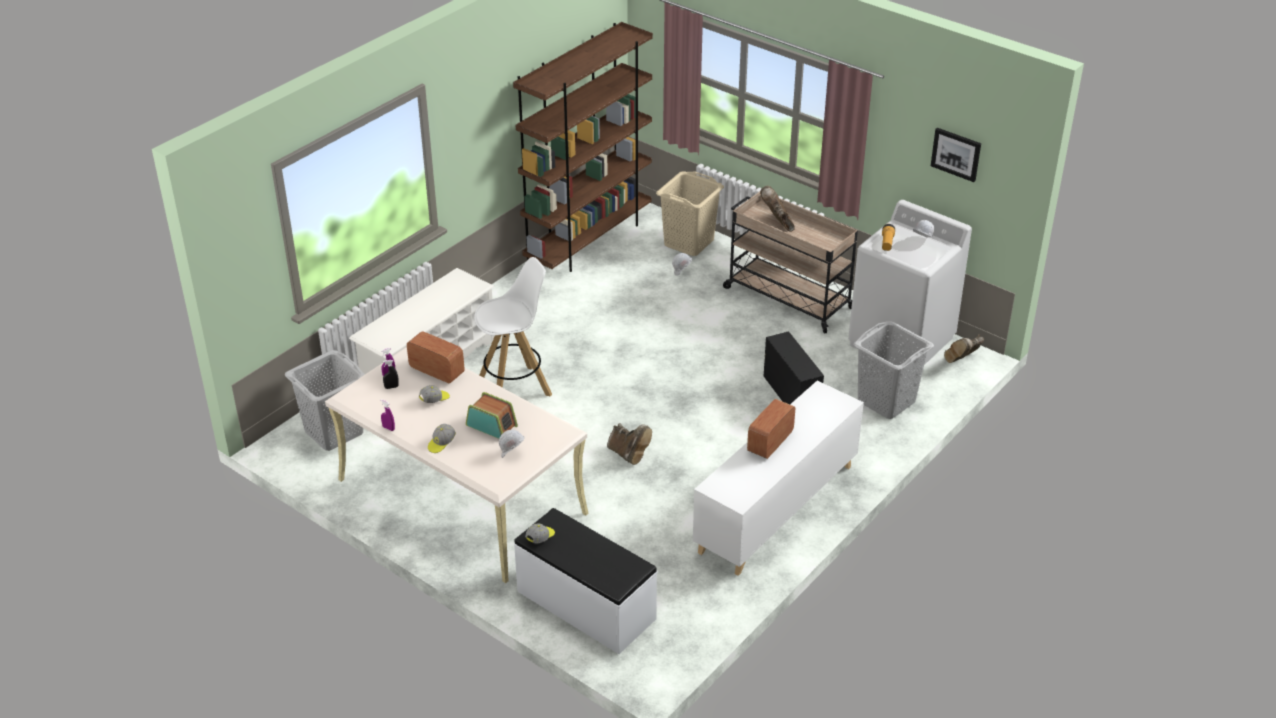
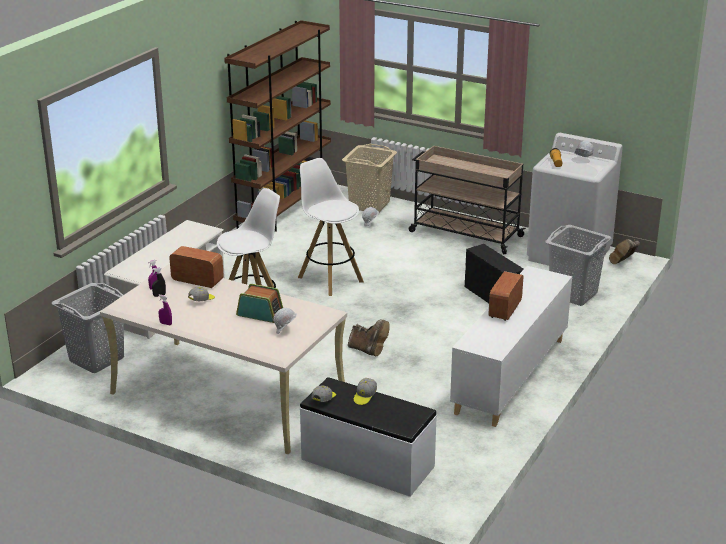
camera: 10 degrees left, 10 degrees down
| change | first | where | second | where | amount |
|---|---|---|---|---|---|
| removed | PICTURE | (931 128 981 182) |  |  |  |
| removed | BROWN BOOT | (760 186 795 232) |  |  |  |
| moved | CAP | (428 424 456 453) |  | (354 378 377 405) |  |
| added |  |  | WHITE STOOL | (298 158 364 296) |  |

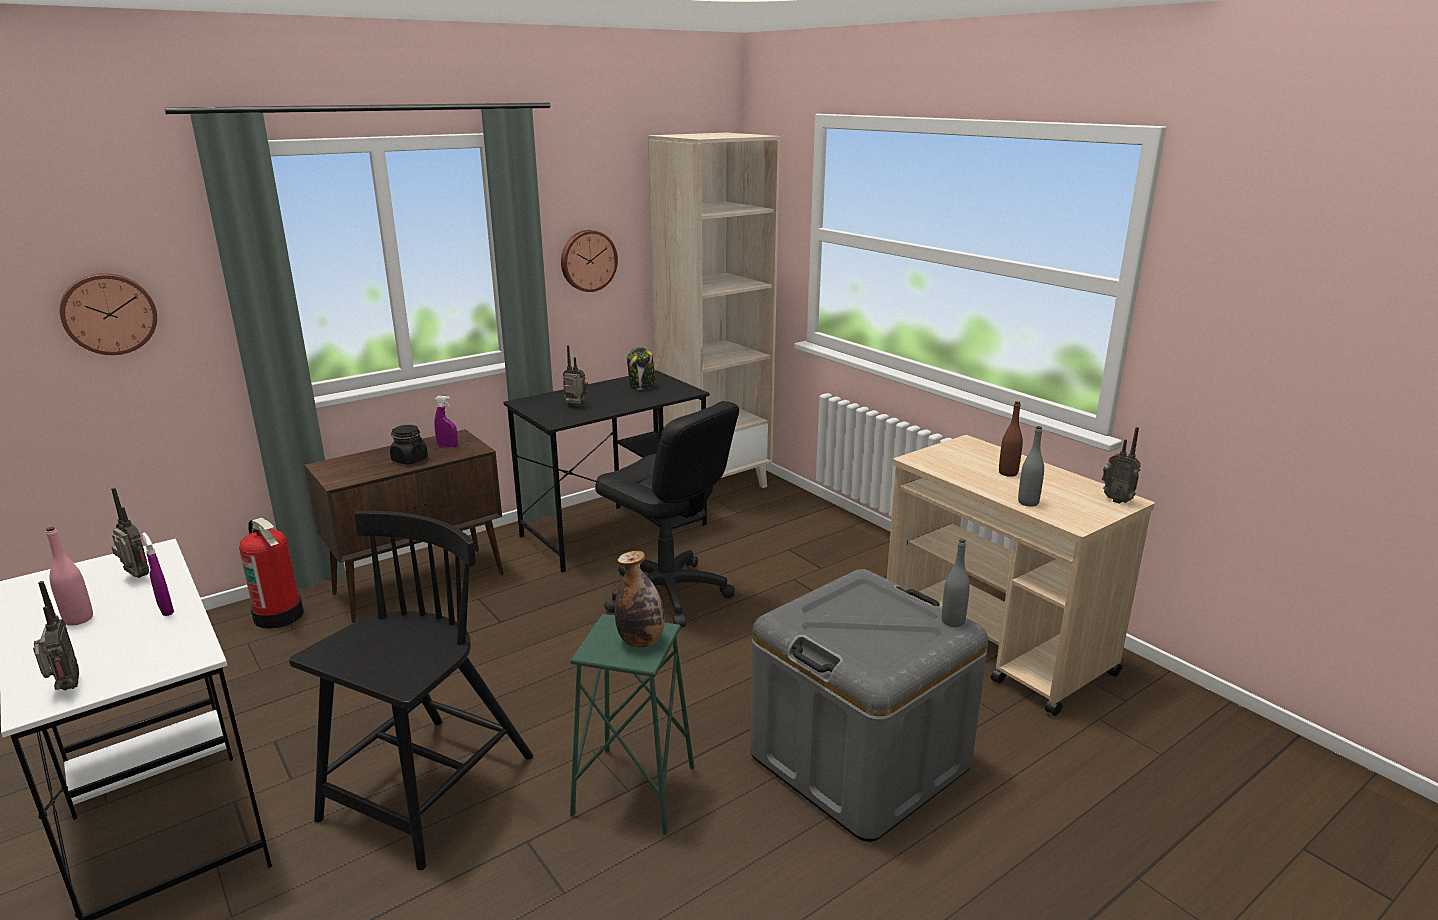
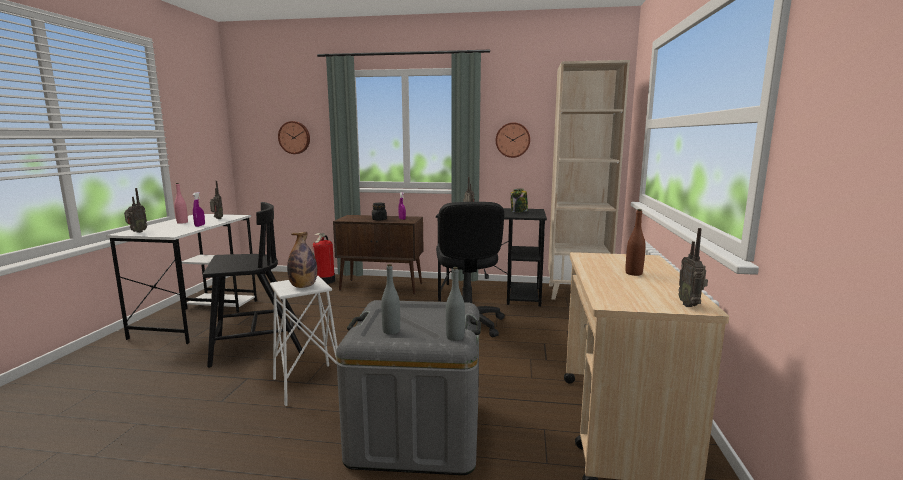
camera: 45 degrees right, 10 degrees down
| change | first | where | second | where | amount |
|---|---|---|---|---|---|
| moved | GREY BOTTLE | (1018 426 1044 507) |  | (381 264 400 335) |  |
| recoloured | GREEN STOOL | (570 614 694 835) | WHITE STOOL | (270 276 338 406) |  |

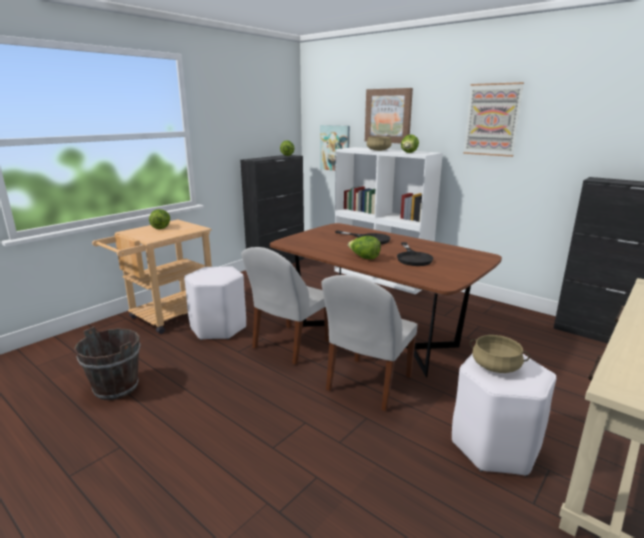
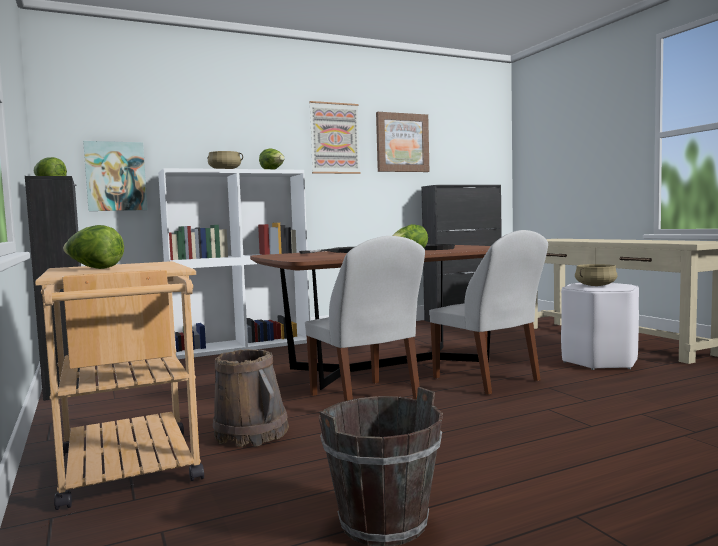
camera: 65 degrees left, 15 degrees down
| change | first | where | second | where | amount |
|---|---|---|---|---|---|
| moved | PICTURE | (365 88 413 143) |  | (376 112 430 172) |  |
| replaced | WHITE STOOL | (184 266 246 340) | BROWN BUCKET | (213 349 289 447) |  |

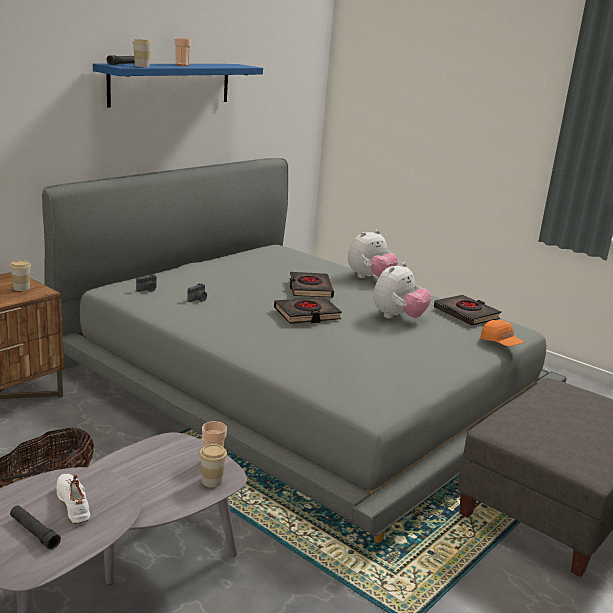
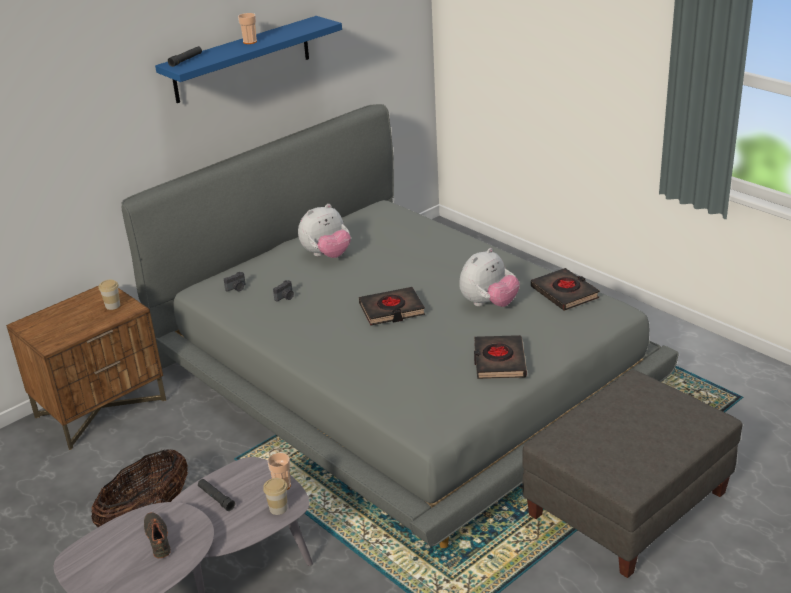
camera: 10 degrees right, 10 degrees up
| change | first | where | second | where | amount |
|---|---|---|---|---|---|
| removed | CUP | (132 39 152 67) |  |  |  |
| moved | PLUSH TOY | (348 230 398 278) |  | (298 204 351 258) |  |
| moved | BLACK BOOK | (290 272 334 298) |  | (474 335 527 379) |  |
| removed | ORANGE CAP | (481 320 524 346) |  |  |  |
| recoloured | WHITE SHOE | (57 474 90 524) | BLACK SHOE | (144 512 171 558) |  |
| moved | BLACK FLASHLIGHT | (10 506 61 550) |  | (198 479 235 511) |  |

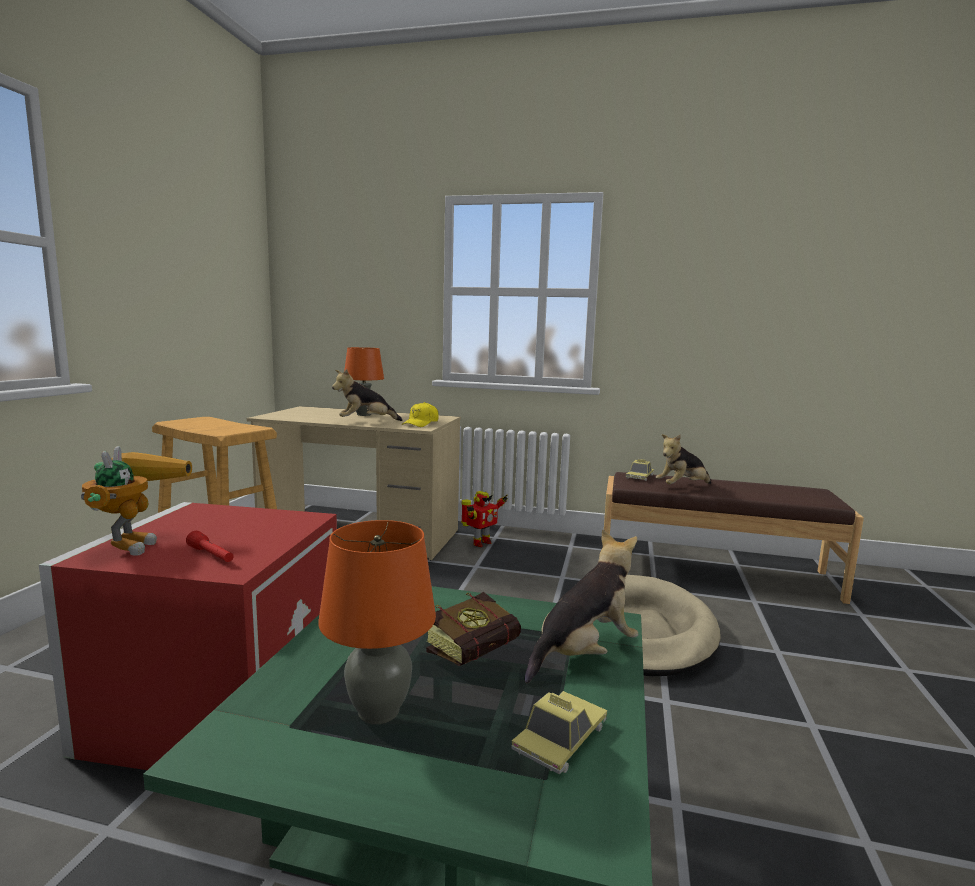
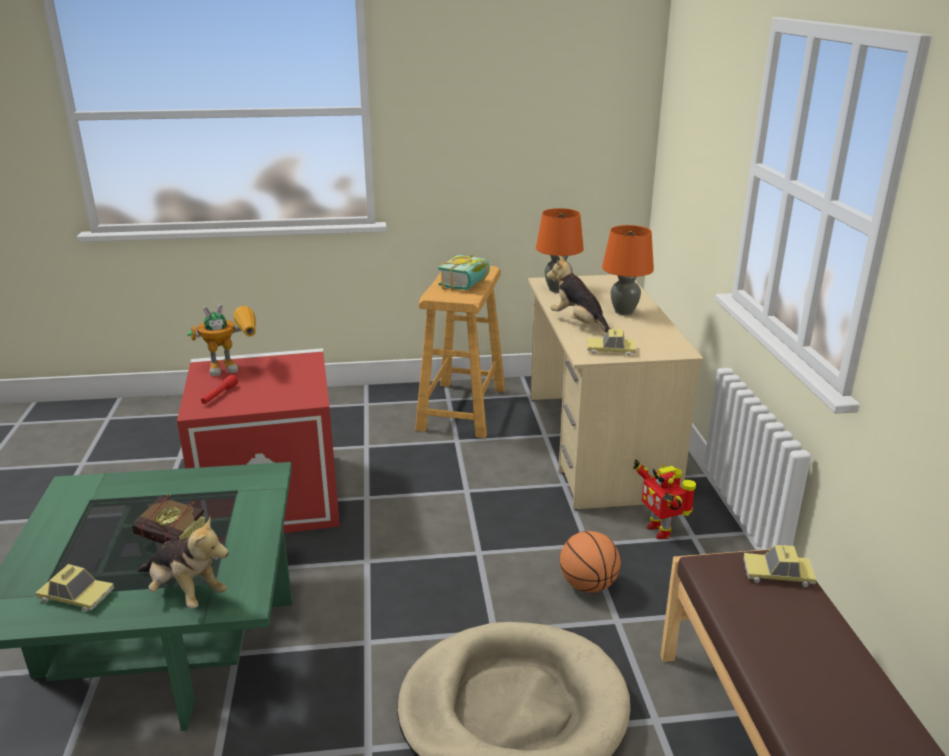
camera: 70 degrees right, 15 degrees up
| change | first | where | second | where | amount |
|---|---|---|---|---|---|
| replaced | YELLOW CAP | (402 402 439 427) | TOY CAR | (587 327 636 356) |  |
| removed | PLUSH TOY | (656 434 711 484) |  |  |  |
| turned | TOY ROBOT | (461 491 508 547) |  | (633 459 696 539) | 45 degrees clockwise |
| moved | ORANGE TABLE LAMP | (318 520 436 724) |  | (536 208 584 293) |  |
| added |  |  | BOOK | (438 255 490 290) |  |
| added |  |  | BASKETBALL | (560 531 621 593) |  |

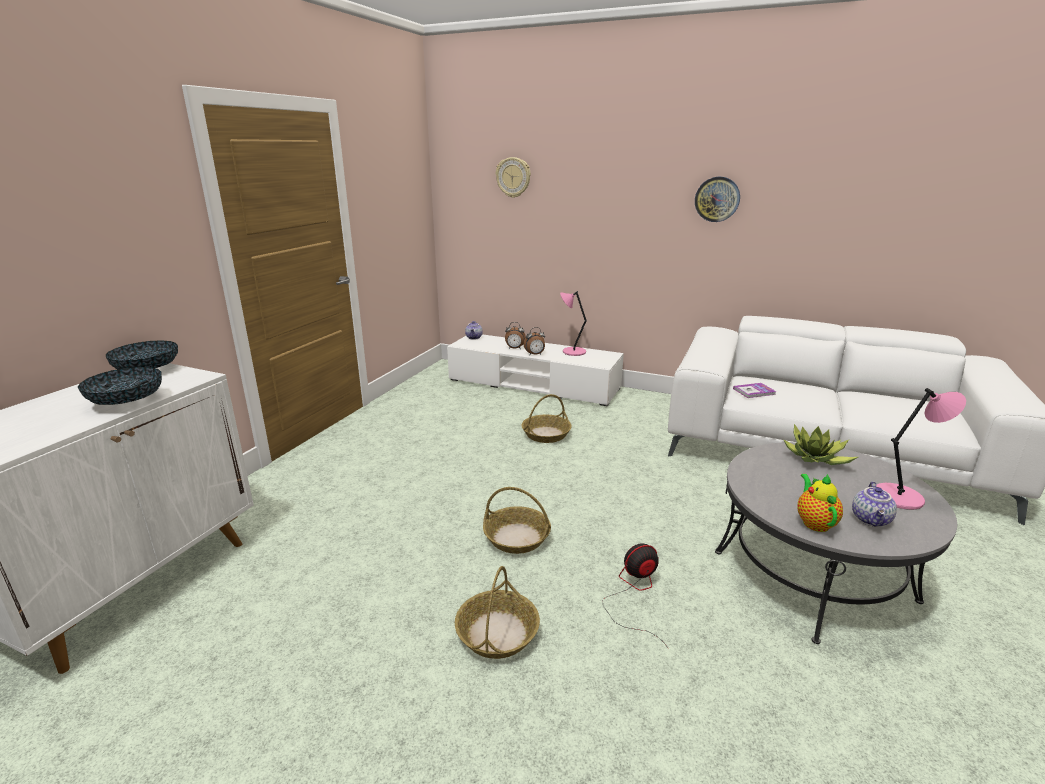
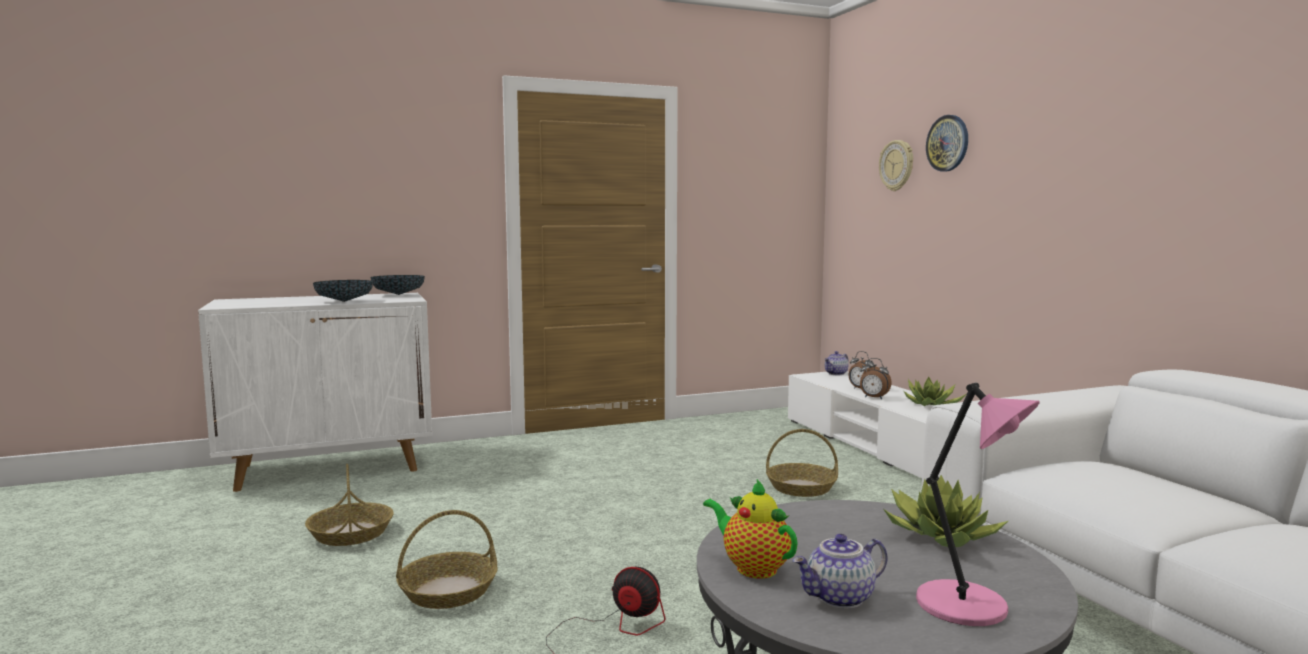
camera: 45 degrees right, 15 degrees down
| change | first | where | second | where | amount |
|---|---|---|---|---|---|
| moved | WALL CLOCK | (695 177 740 222) |  | (926 115 968 172) |  |
| replaced | PINK TABLE LAMP | (560 291 587 356) | POTTED PLANT | (904 377 966 406) |  |
| removed | BOOK | (733 383 777 398) |  |  |  |
| turned | TEAPOT | (797 474 843 532) |  | (703 479 798 579) | 90 degrees counterclockwise |
| moved | BASKET | (483 487 551 554) |  | (305 464 394 546) |  |

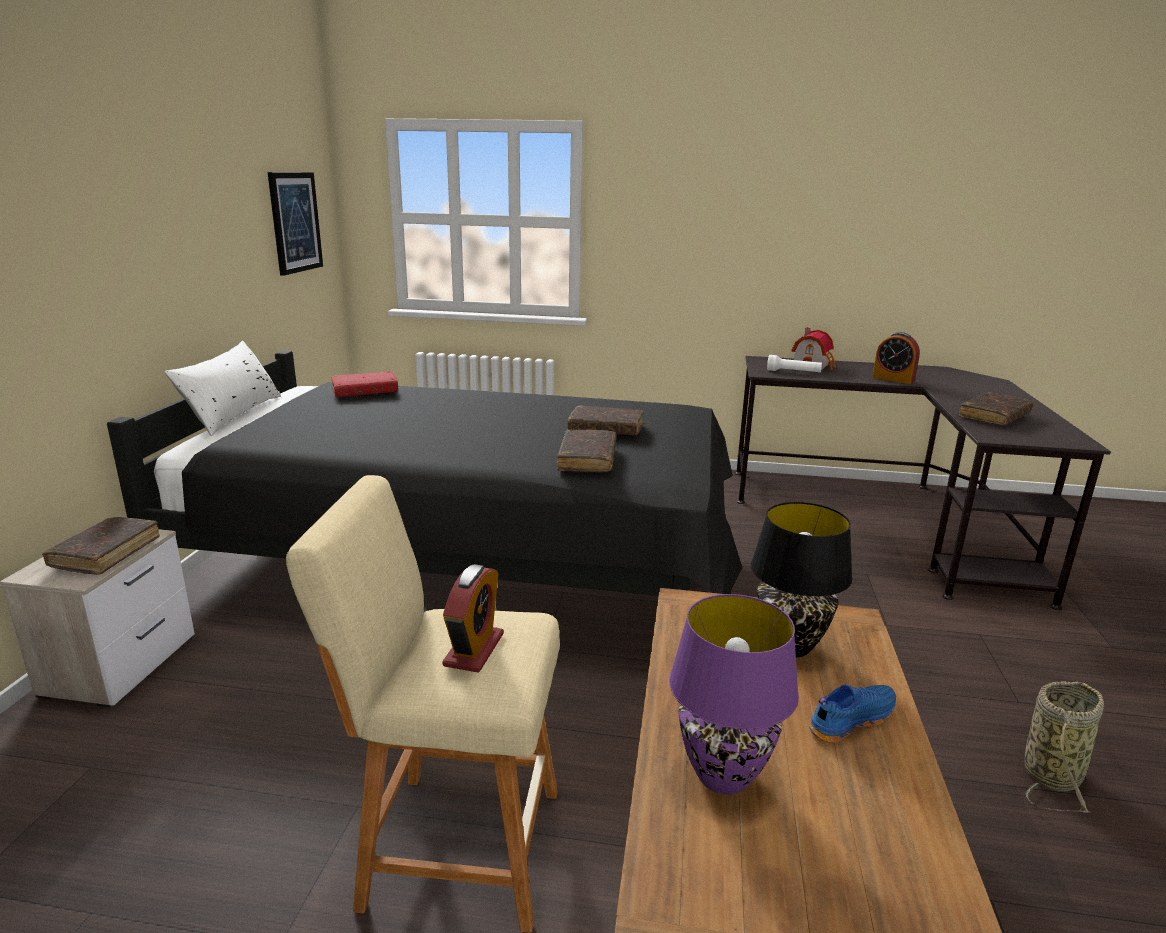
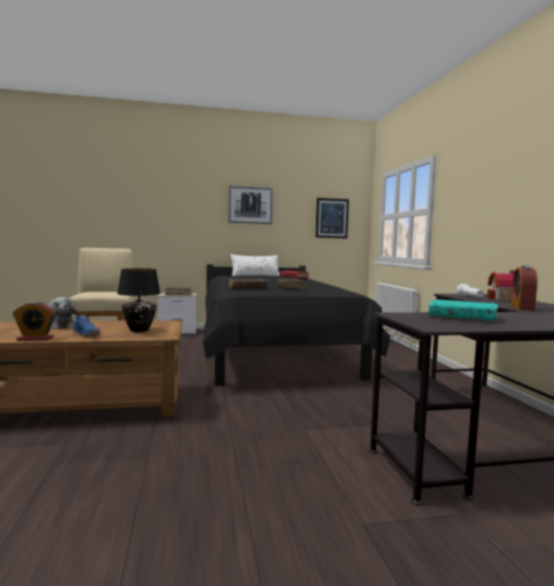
camera: 70 degrees right, 15 degrees down
| change | first | where | second | where | amount |
|---|---|---|---|---|---|
| recoloured | BROWN BOOK | (959 392 1033 426) | TURQUOISE BOOK | (429 299 498 321) |  |
| moved | ALARM CLOCK | (442 564 504 673) |  | (13 302 56 341) |  |
| replaced | PURPLE TABLE LAMP | (669 594 799 795) | PLUSH TOY | (48 297 78 329) |  |
| removed | BASKET | (1025 681 1104 813) |  |  |  |
| added |  |  | PICTURE | (228 185 273 224) |  |

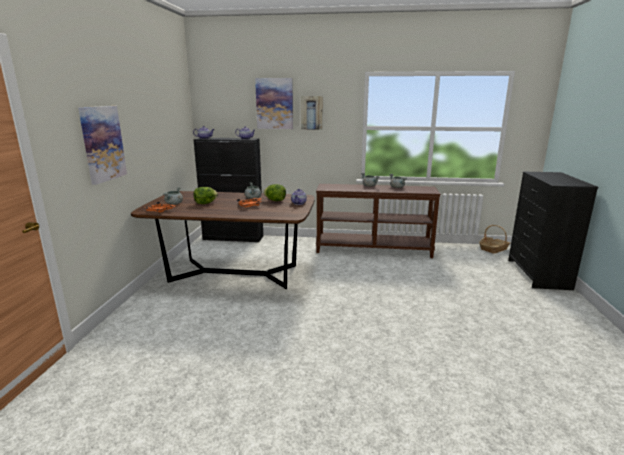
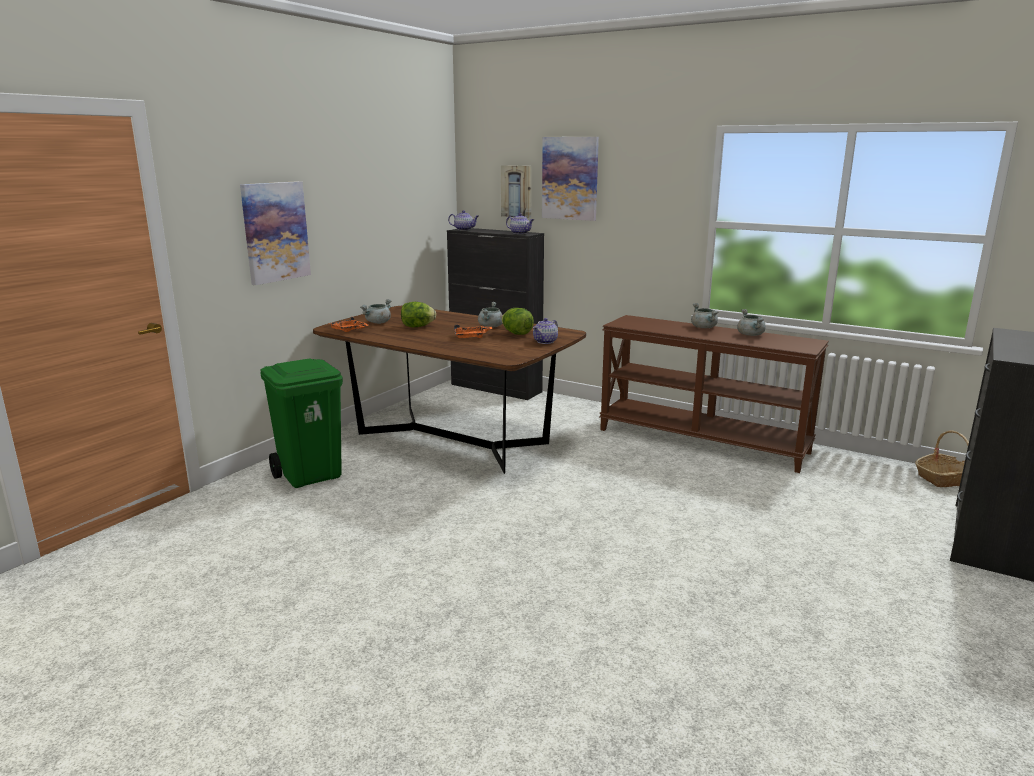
camera: 25 degrees right, 0 degrees up
| change | first | where | second | where | amount |
|---|---|---|---|---|---|
| moved | PICTURE | (301 96 323 130) |  | (501 165 532 218) |  |
| added |  |  | GREEN TRASH CAN | (260 358 343 488) |  |

